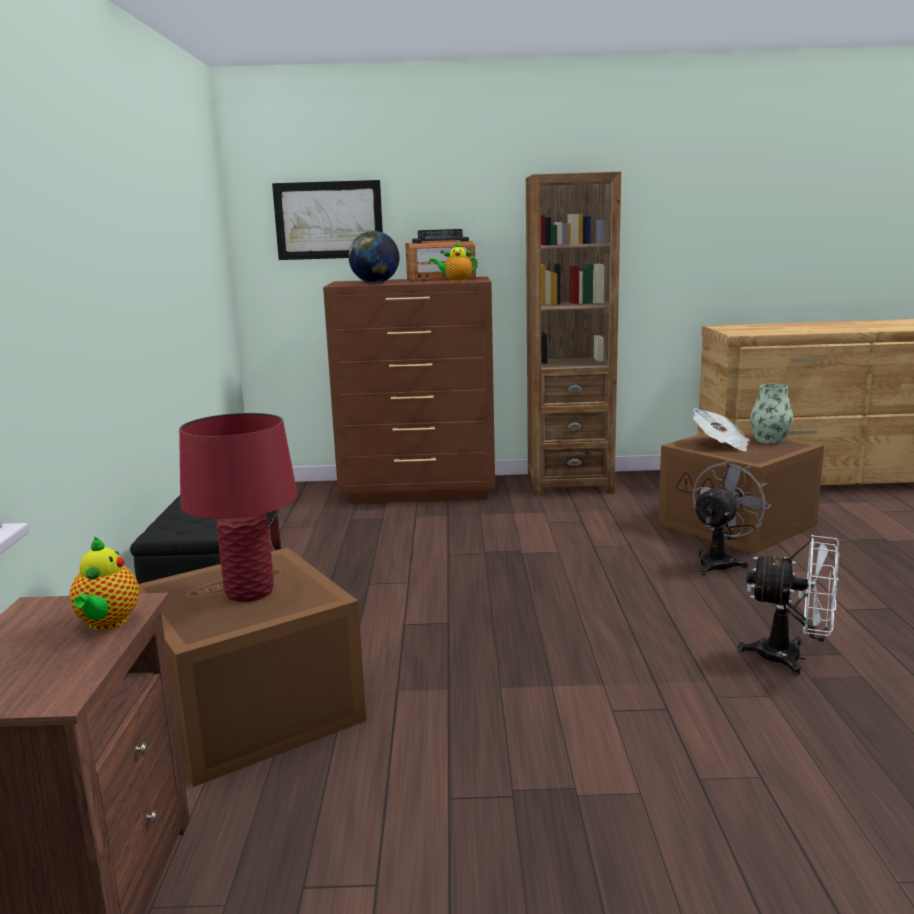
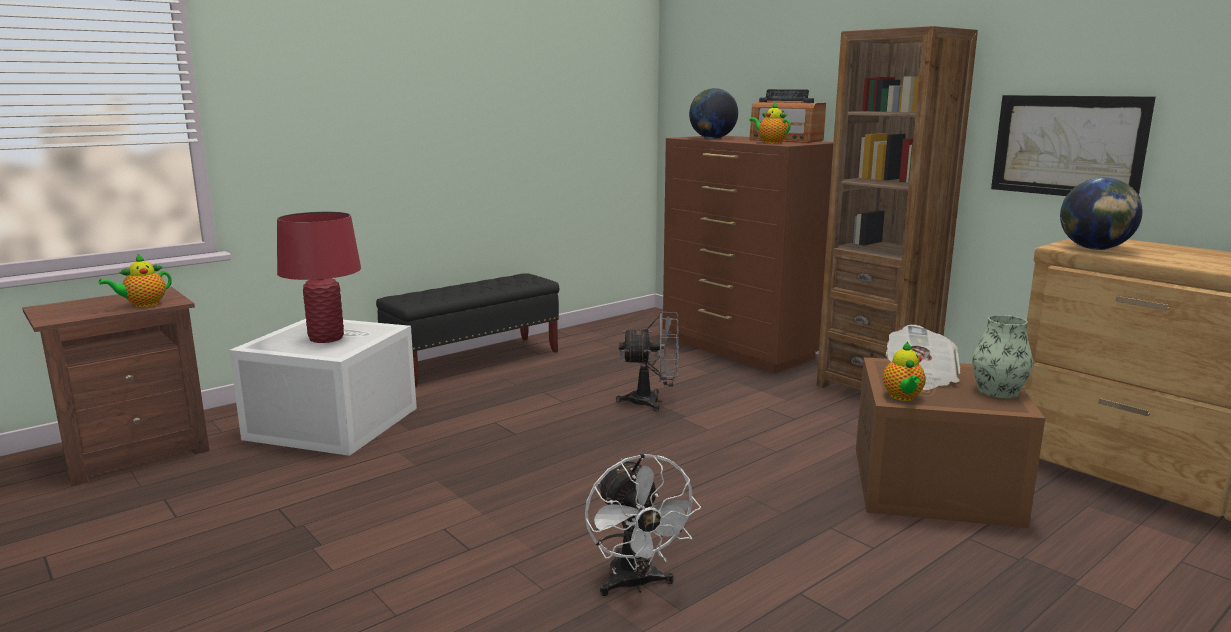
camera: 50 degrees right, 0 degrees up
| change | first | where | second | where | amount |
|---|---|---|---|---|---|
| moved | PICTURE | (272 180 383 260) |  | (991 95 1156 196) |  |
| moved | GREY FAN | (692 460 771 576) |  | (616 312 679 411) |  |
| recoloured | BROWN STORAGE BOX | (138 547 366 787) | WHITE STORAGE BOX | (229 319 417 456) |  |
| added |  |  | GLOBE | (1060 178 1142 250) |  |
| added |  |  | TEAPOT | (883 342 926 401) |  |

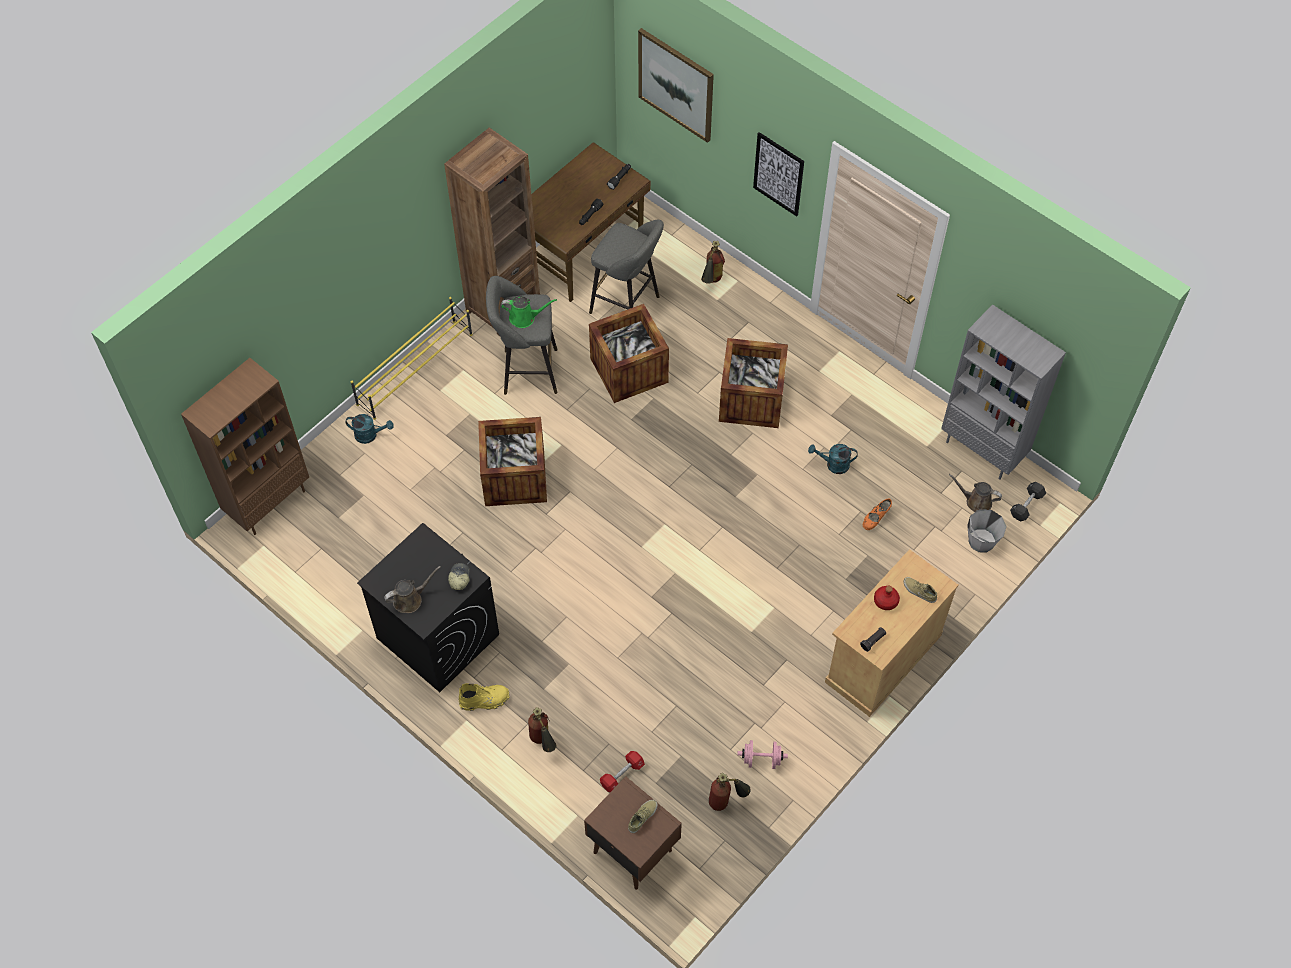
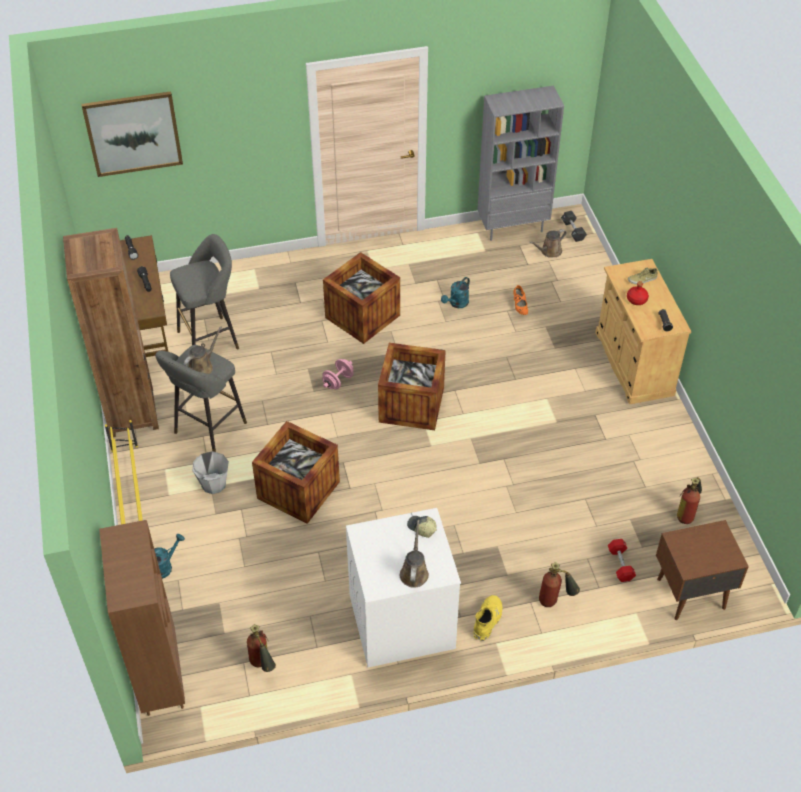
camera: 55 degrees left, 10 degrees down
| change | first | where | second | where | amount |
|---|---|---|---|---|---|
| removed | PICTURE | (753 132 804 217) |  |  |  |
| moved | FIRE EXTINGUISHER | (701 241 725 284) |  | (247 624 276 672) |  |
| recoloured | GREEN WATERING CAN | (501 296 557 328) | BROWN WATERING CAN | (183 327 222 374) |  |
| moved | CRATE | (589 304 669 403) |  | (378 343 446 430) |  |
| moved | GREY BUCKET | (967 509 1006 553) |  | (192 451 229 494) |  |
| recoloured | BLACK WASHING MACHINE | (357 523 499 692) | WHITE WASHING MACHINE | (346 508 461 668) |  |
| moved | PINK DUMBBELL | (737 740 788 769) |  | (322 359 354 390) |  |
| removed | BEIGE SHOE | (628 800 658 833) |  |  |  |

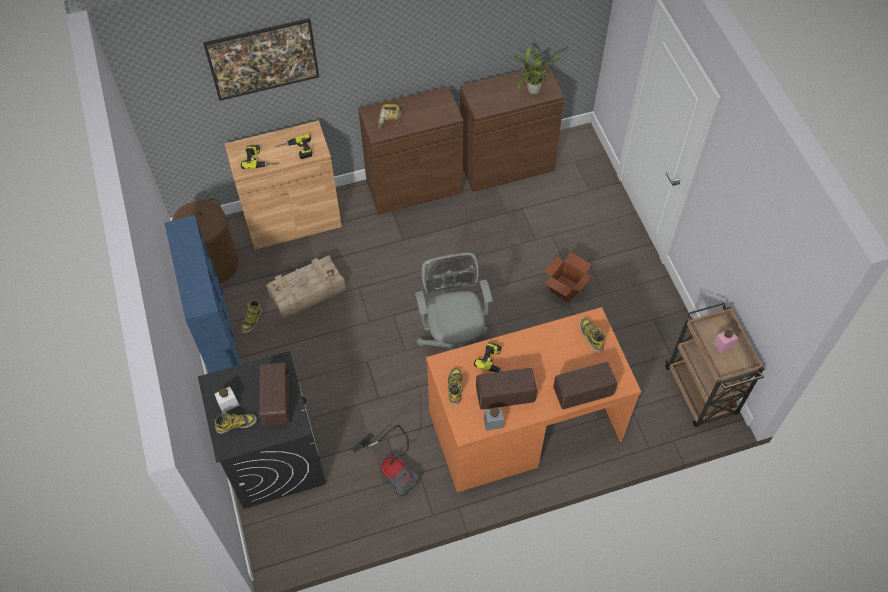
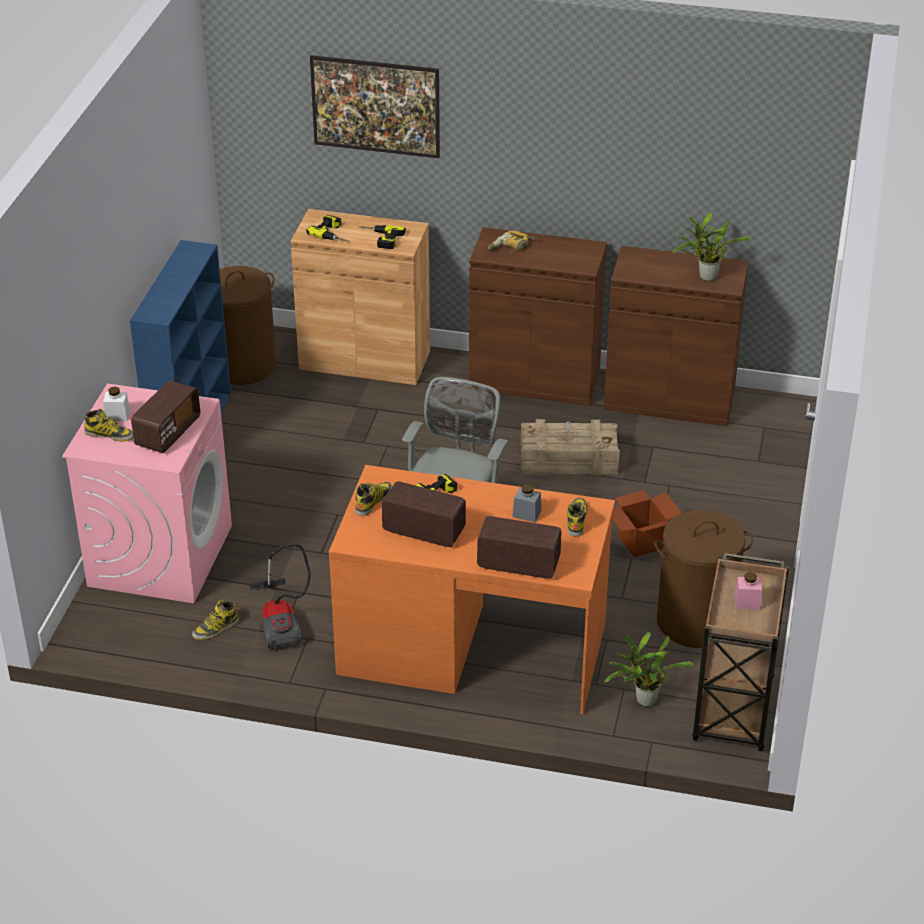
camera: 30 degrees right, 20 degrees down
| change | first | where | second | where | amount |
|---|---|---|---|---|---|
| moved | CRATE | (266 255 346 320) |  | (520 419 620 475) |  |
| moved | BOOT | (241 300 262 333) |  | (192 600 239 640) |  |
| recoloured | BLACK WASHING MACHINE | (198 351 326 509) | PINK WASHING MACHINE | (62 383 232 603) |  |
| moved | GREY JAR | (484 407 504 431) |  | (513 484 541 522) |  |
| added |  |  | BROWN LAUNDRY BASKET | (654 510 754 648) |  |
| added |  |  | POTTED PLANT | (604 632 693 707) |  |

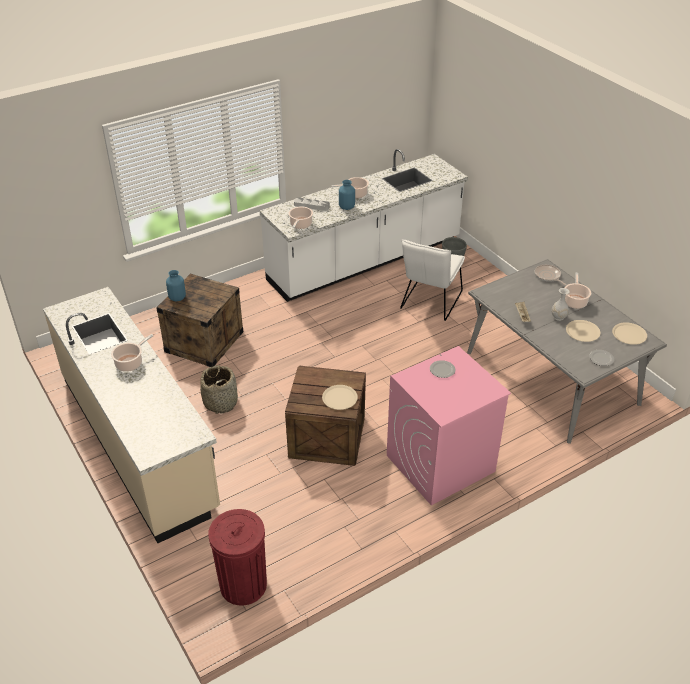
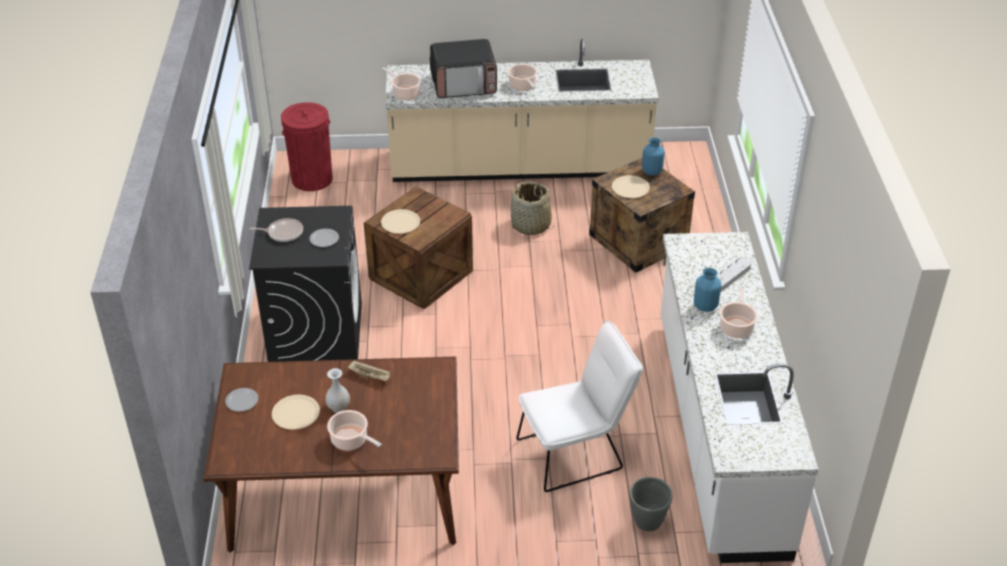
camera: 120 degrees right, 0 degrees up
| change | first | where | second | where | amount |
|---|---|---|---|---|---|
| moved | COOKING POT | (289 206 313 229) |  | (382 67 421 100) |  |
| turned | WHITE CHAIR | (400 239 465 321) |  | (516 321 643 492) | 105 degrees clockwise |
| recoloured | GREY DINING TABLE | (467 259 667 444) | BROWN DINING TABLE | (203 357 459 552) |  |
| moved | FRYING PAN | (535 265 567 285) |  | (249 218 303 242) |  |
| moved | BEIGE PLATE | (612 322 647 345) |  | (612 175 650 198) |  |
| recoloured | PINK WASHING MACHINE | (387 346 511 505) | BLACK WASHING MACHINE | (249 206 362 362) |  |
| added |  |  | MICROWAVE | (430 39 497 98) |  |

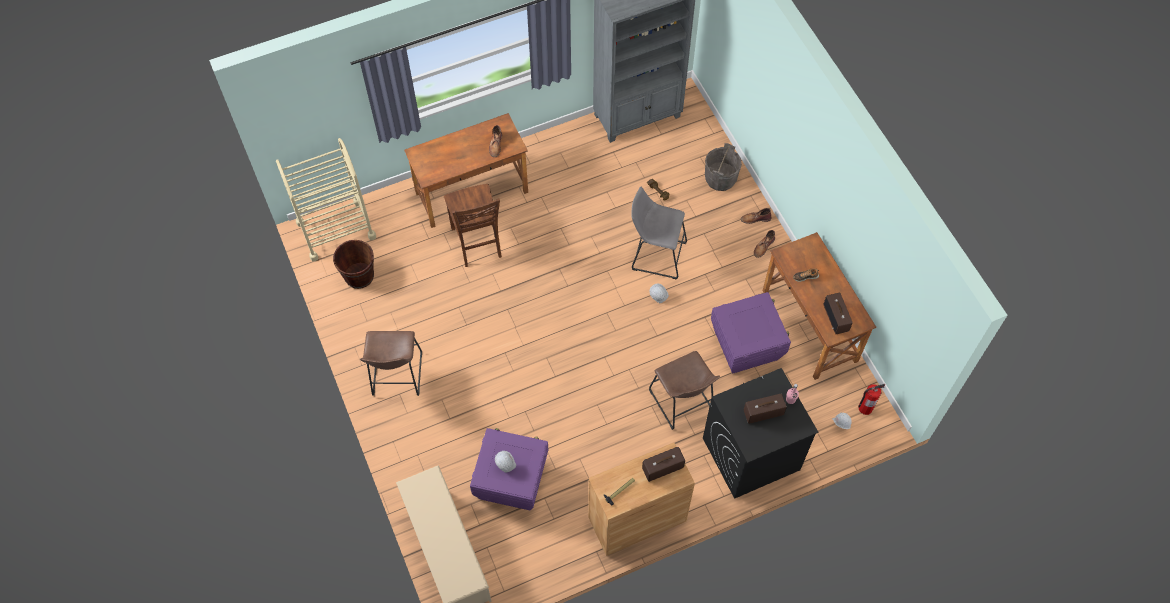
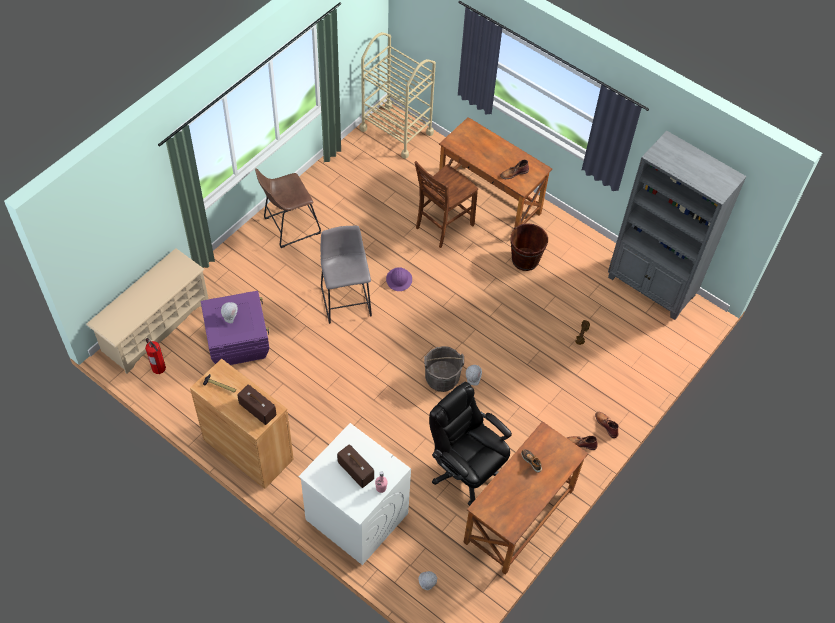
camera: 60 degrees right, 5 degrees down
| change | first | where | second | where | amount |
|---|---|---|---|---|---|
| moved | GREY BUCKET | (705 143 742 191) |  | (424 346 464 392) |  |
| moved | GREY STOOL | (631 187 687 280) |  | (321 226 372 324) |  |
| moved | BROWN BUCKET | (333 240 374 289) |  | (511 223 548 271) |  |
| replaced | PURPLE STORAGE BOX | (711 292 791 374) | BLACK OFFICE CHAIR | (429 381 512 506) |  |
| removed | RADIO | (823 293 853 334) |  |  |  |
| removed | BROWN STOOL | (649 351 720 430) |  |  |  |
| recoloured | BLACK WASHING MACHINE | (703 368 818 499) | WHITE WASHING MACHINE | (299 423 411 565) |  |
| moved | FIRE EXTINGUISHER | (858 384 885 415) |  | (145 338 166 374) |  |
| added |  |  | PURPLE HARD HAT | (386 267 412 291) |  |

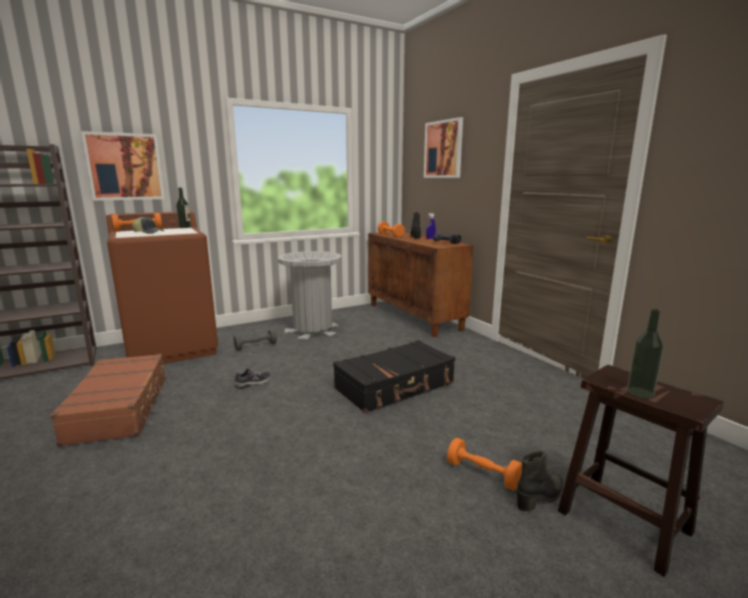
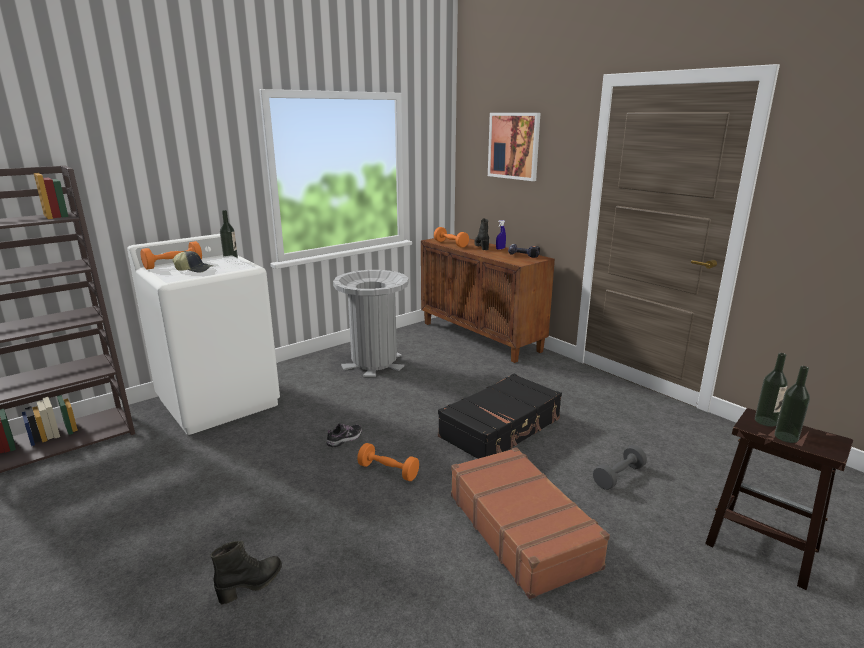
camera: 10 degrees left, 5 degrees up
| change | first | where | second | where | amount |
|---|---|---|---|---|---|
| removed | PICTURE | (81 131 165 201) |  |  |  |
| recoloured | BROWN WASHING MACHINE | (106 211 218 364) | WHITE WASHING MACHINE | (127 234 280 435) |  |
| moved | GREY DUMBBELL | (234 329 277 351) |  | (593 445 647 490) |  |
| moved | BROWN SUITCASE | (50 354 169 447) |  | (451 447 610 599) |  |
| moved | ORANGE DUMBBELL | (447 438 522 490) |  | (357 443 419 481) |  |
| moved | BLACK BOOT | (517 451 563 512) |  | (211 541 282 604) |  |
| added |  |  | BOTTLE | (755 353 787 427) |  |

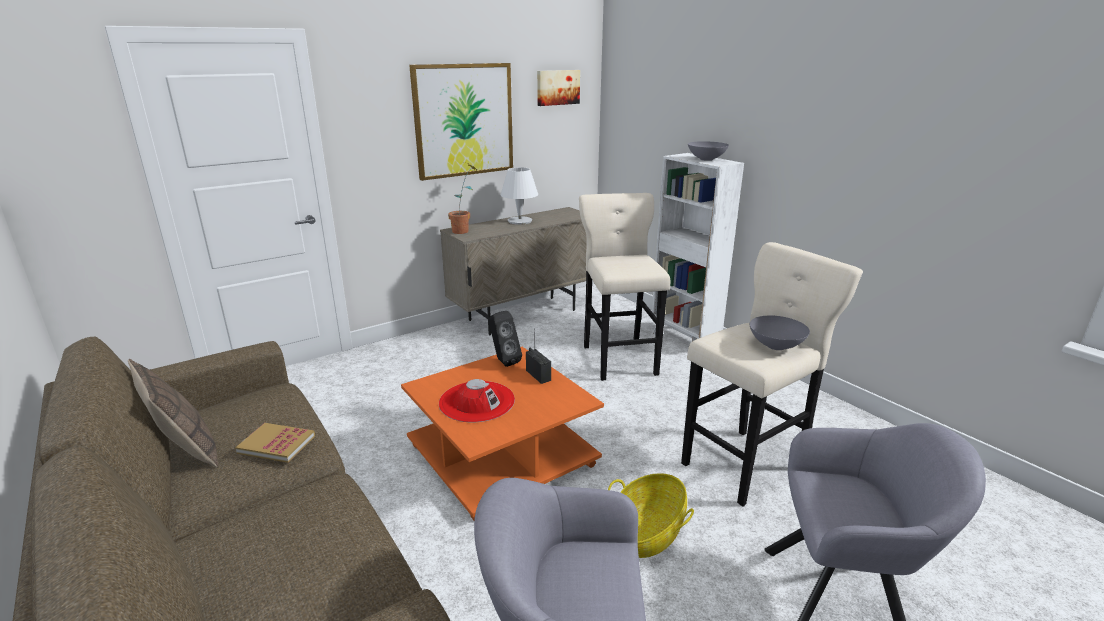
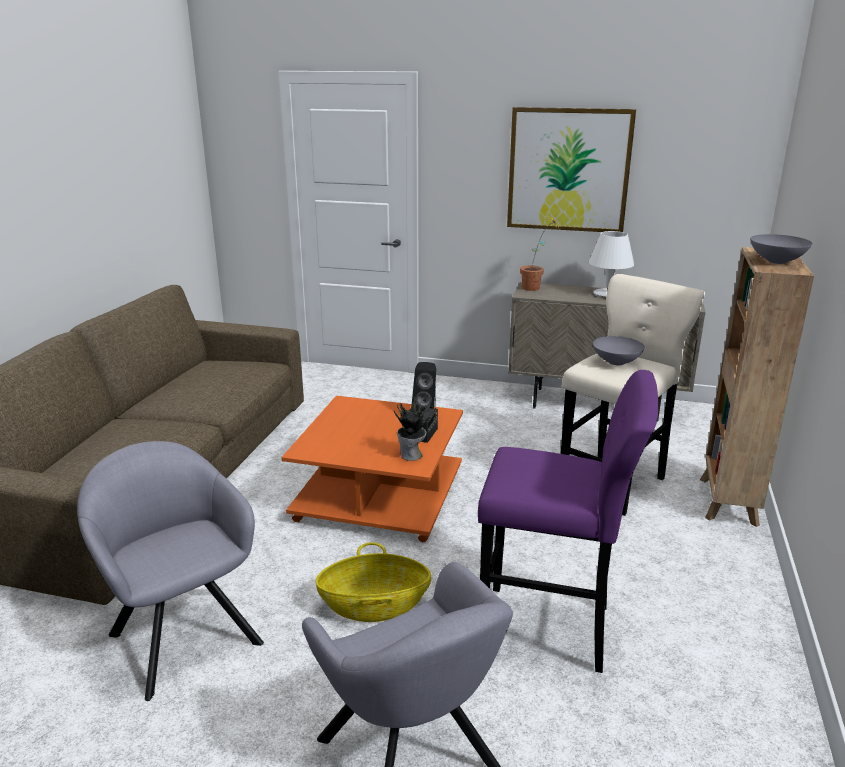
camera: 50 degrees right, 0 degrees up
| change | first | where | second | where | amount |
|---|---|---|---|---|---|
| removed | PICTURE | (537 70 580 106) |  |  |  |
| recoloured | WHITE BOOKCASE | (652 153 744 341) | BROWN BOOKCASE | (700 247 814 527) |  |
| recoloured | BEIGE STOOL | (681 242 863 506) | PURPLE STOOL | (478 370 658 673) |  |
| moved | GREY BOWL | (750 315 810 350) |  | (593 336 645 366) |  |
| removed | PILLOW | (128 359 218 468) |  |  |  |
| removed | RED HAT | (439 379 515 422) |  |  |  |
| removed | BOOK | (235 423 315 463) |  |  |  |
| added |  |  | POTTED PLANT | (394 396 435 461) |  |

